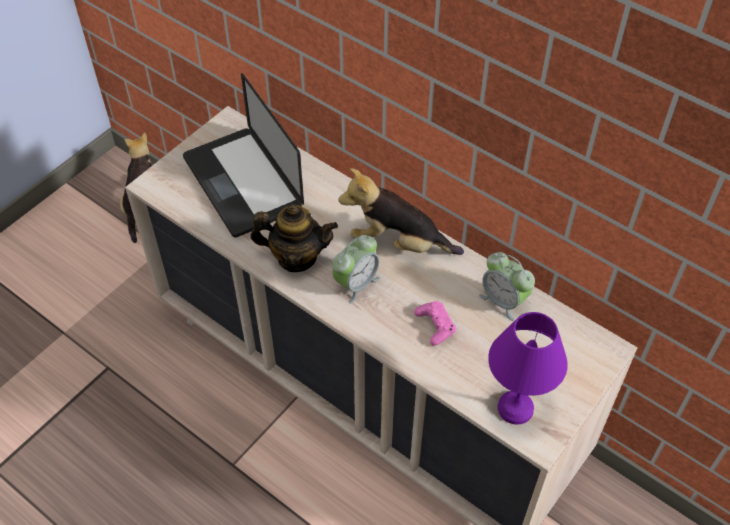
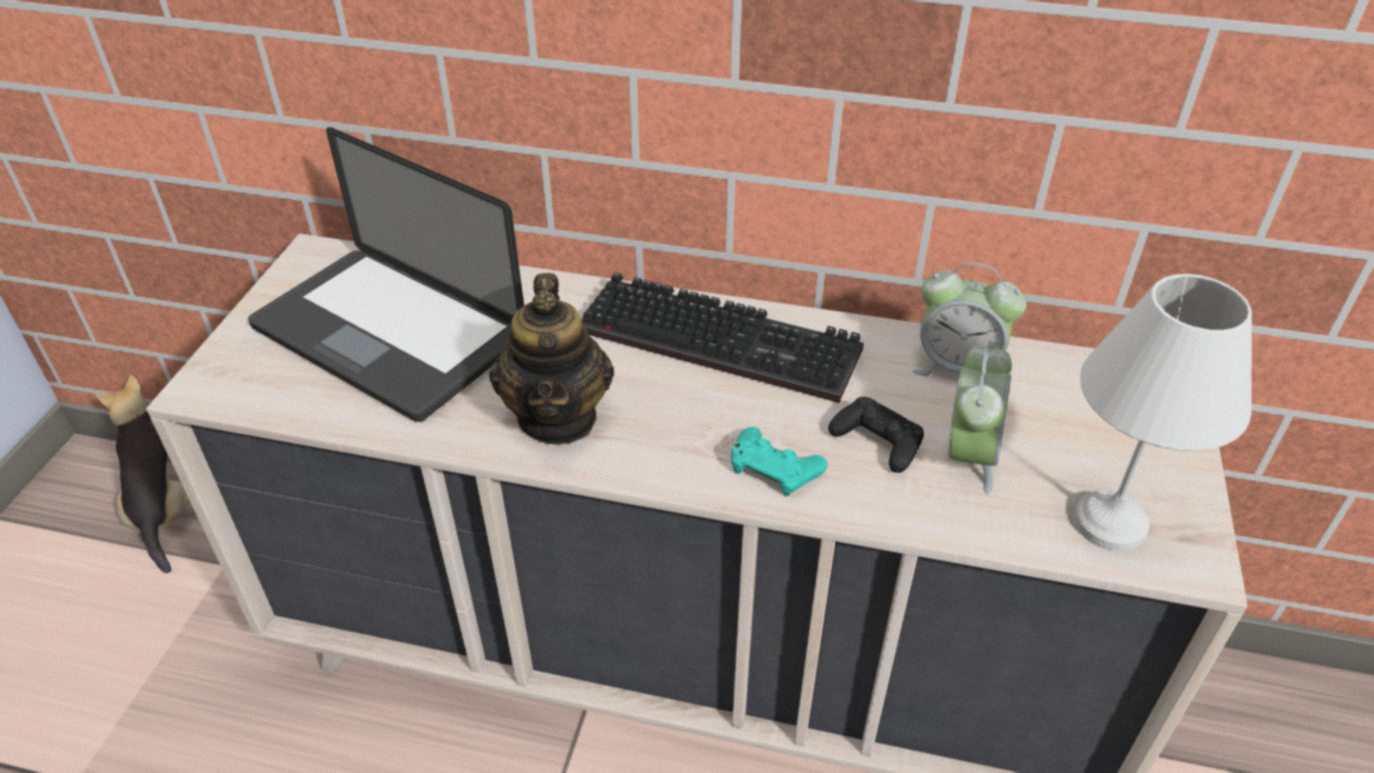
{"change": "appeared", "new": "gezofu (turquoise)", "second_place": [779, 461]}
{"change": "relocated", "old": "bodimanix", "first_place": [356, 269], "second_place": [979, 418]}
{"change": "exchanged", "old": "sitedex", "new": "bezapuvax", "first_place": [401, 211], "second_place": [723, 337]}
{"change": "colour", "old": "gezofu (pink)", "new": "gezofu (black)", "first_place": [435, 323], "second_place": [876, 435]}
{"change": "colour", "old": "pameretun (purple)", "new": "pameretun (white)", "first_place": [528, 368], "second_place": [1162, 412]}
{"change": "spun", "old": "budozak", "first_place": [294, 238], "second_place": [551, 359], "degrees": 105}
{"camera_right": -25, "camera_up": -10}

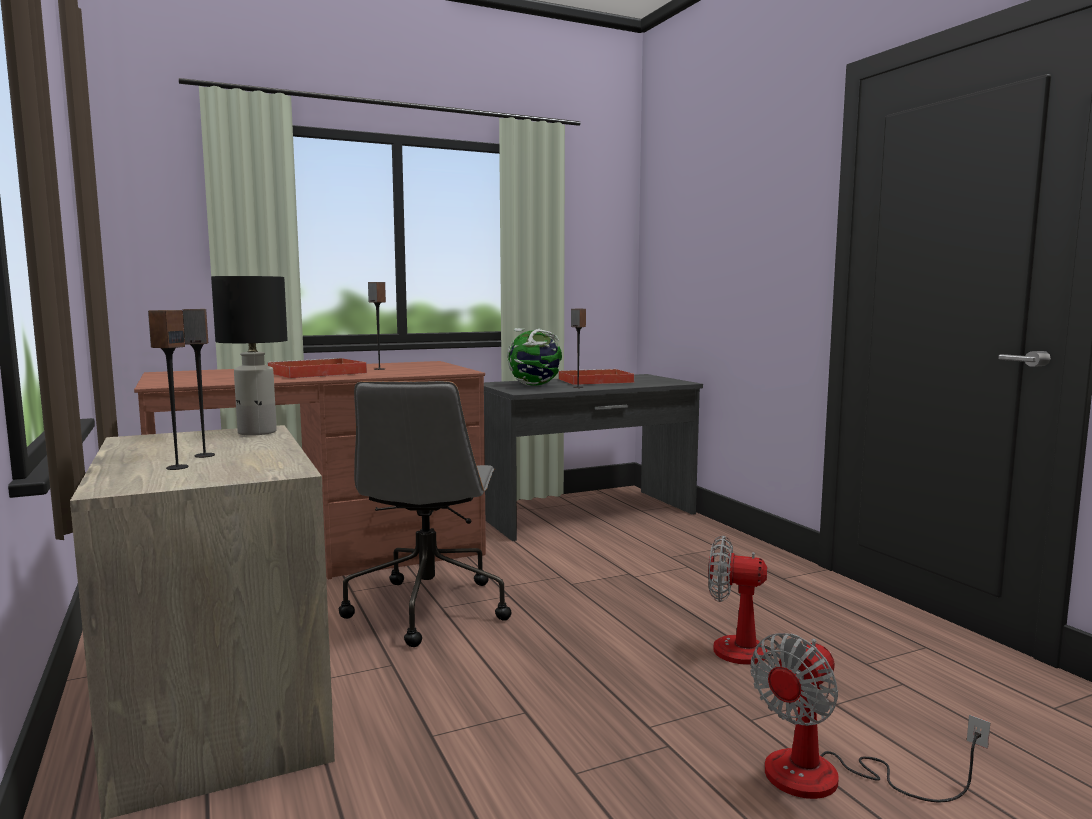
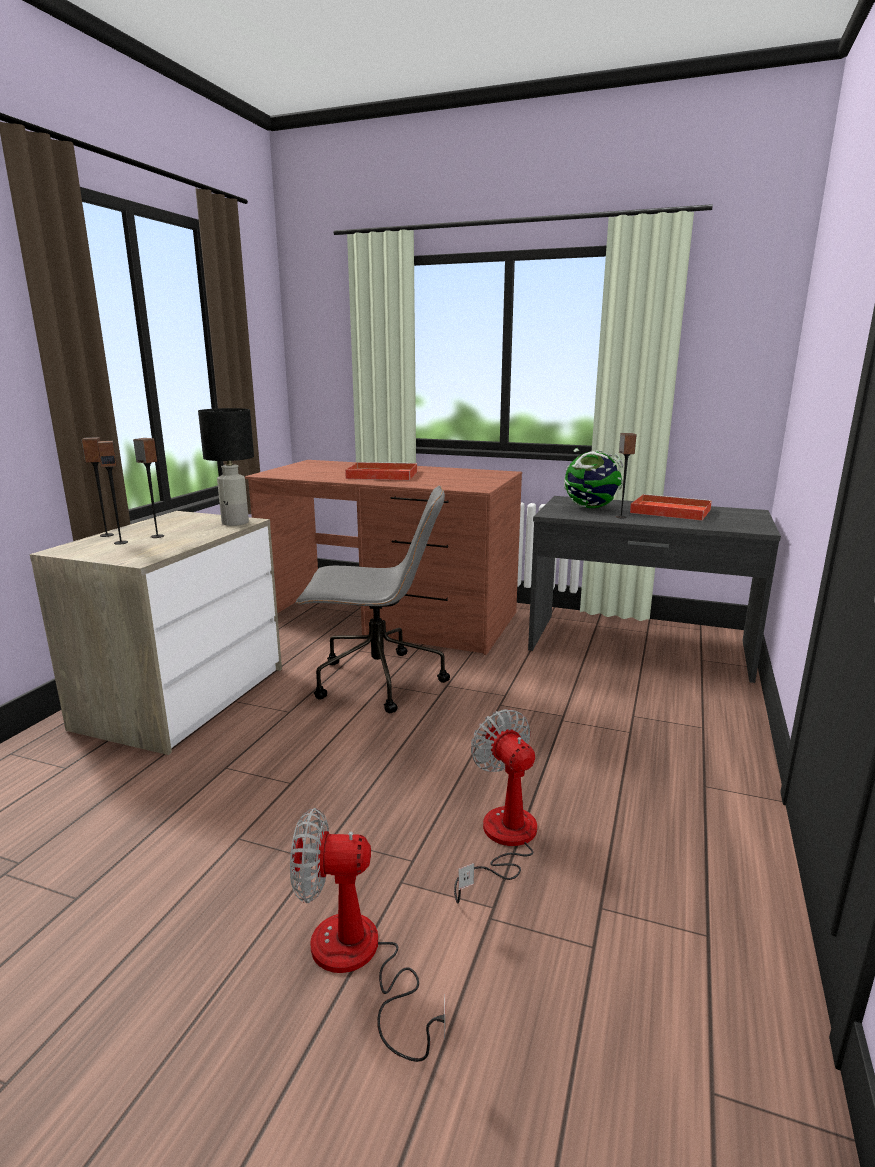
{"change": "relocated", "old": "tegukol", "first_place": [377, 326], "second_place": [97, 487]}
{"change": "spun", "old": "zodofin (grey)", "first_place": [425, 514], "second_place": [372, 599], "degrees": -135}
{"camera_right": 45, "camera_up": 10}

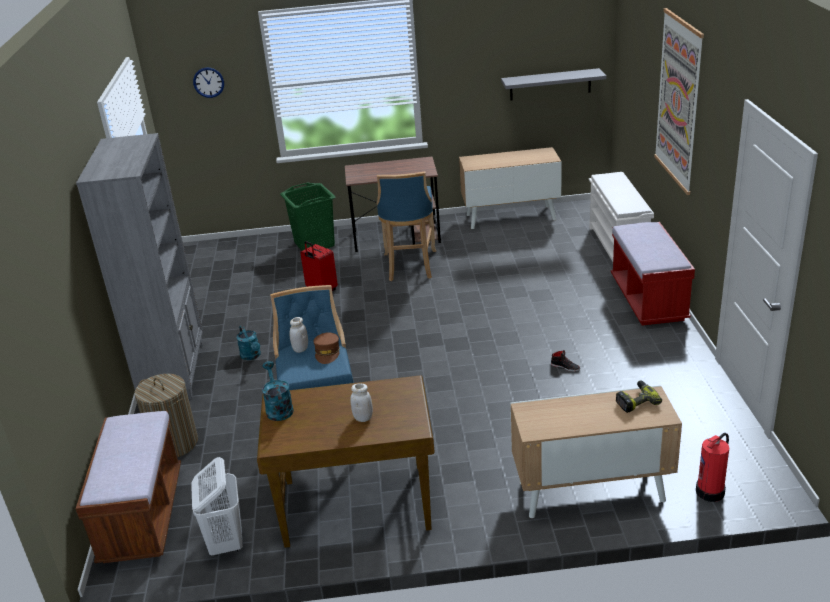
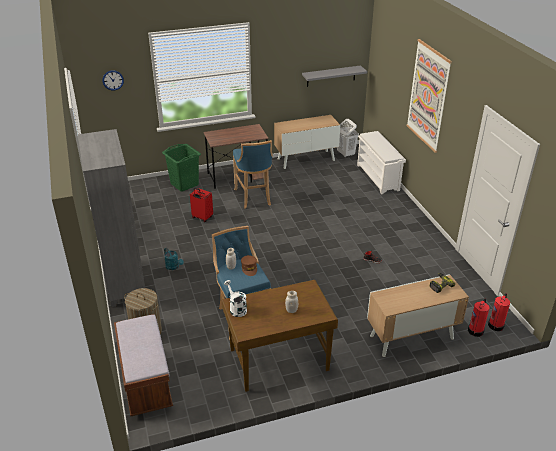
{"change": "missing", "old": "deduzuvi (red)", "first_place": [653, 274]}
{"change": "appeared", "new": "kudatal", "second_place": [499, 312]}
{"change": "relocated", "old": "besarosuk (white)", "first_place": [217, 506], "second_place": [348, 138]}
{"change": "colour", "old": "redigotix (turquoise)", "new": "redigotix (white)", "first_place": [278, 391], "second_place": [235, 298]}
{"camera_right": -15, "camera_up": 5}

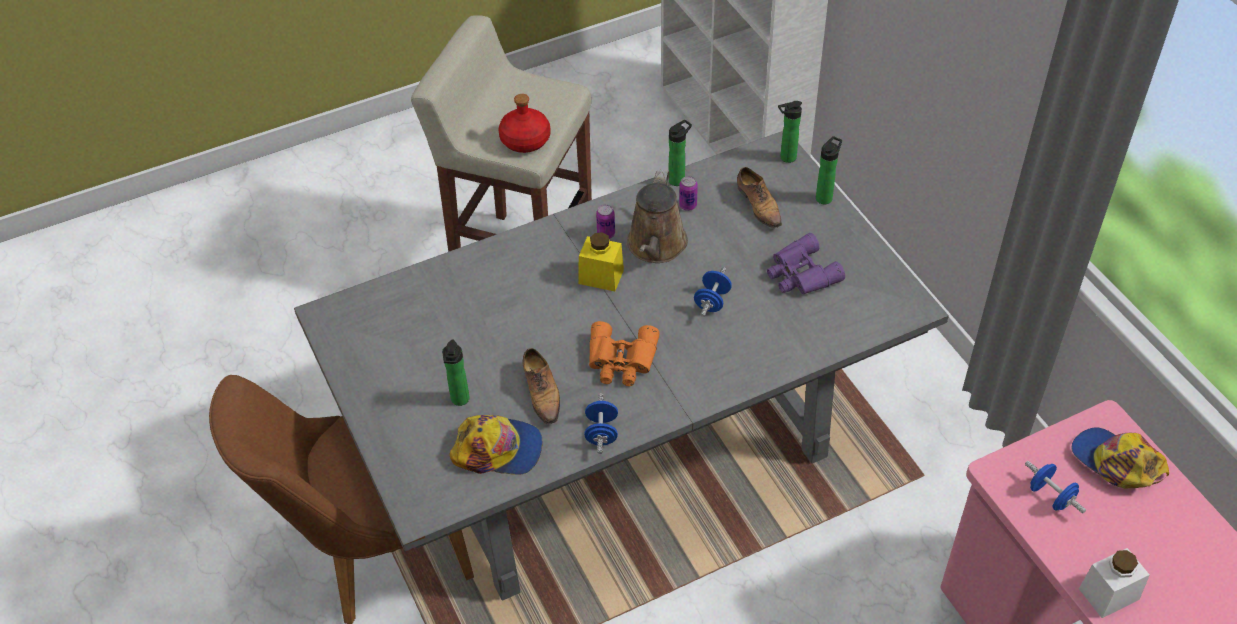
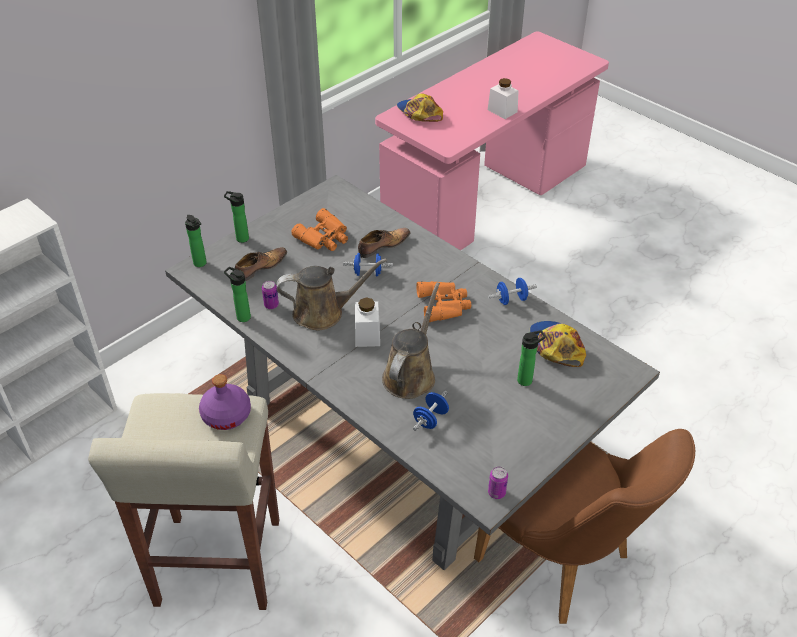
{"change": "appeared", "new": "redigotix (brown)", "second_place": [411, 340]}
{"change": "relocated", "old": "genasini", "first_place": [541, 386], "second_place": [384, 243]}
{"change": "relocated", "old": "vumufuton", "first_place": [605, 222], "second_place": [498, 483]}
{"change": "relocated", "old": "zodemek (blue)", "first_place": [1055, 487], "second_place": [431, 411]}
{"change": "colour", "old": "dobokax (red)", "new": "dobokax (purple)", "first_place": [524, 123], "second_place": [225, 402]}
{"change": "colour", "old": "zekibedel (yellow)", "new": "zekibedel (white)", "first_place": [601, 261], "second_place": [367, 322]}
{"change": "colour", "old": "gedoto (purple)", "new": "gedoto (orange)", "first_place": [806, 263], "second_place": [319, 229]}
{"change": "spun", "old": "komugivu", "first_place": [1120, 457], "second_place": [420, 107], "degrees": 120}
{"camera_right": -110, "camera_up": -5}

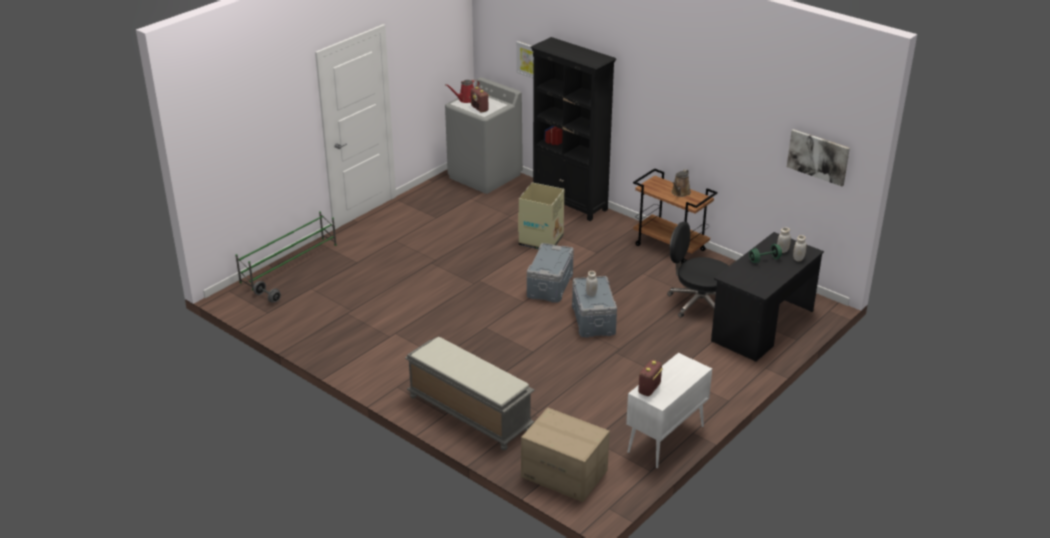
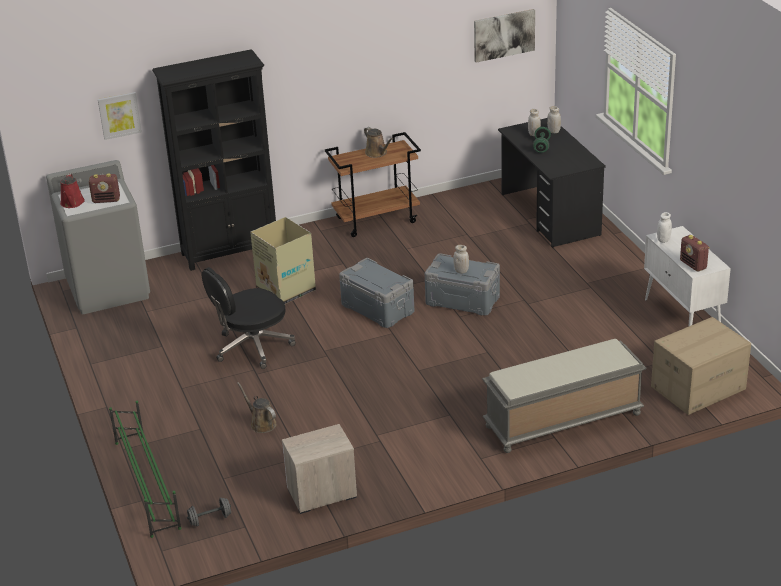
{"change": "appeared", "new": "redigotix (brown)", "second_place": [256, 407]}
{"change": "appeared", "new": "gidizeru", "second_place": [319, 469]}
{"change": "appeared", "new": "zekibedel (white)", "second_place": [664, 227]}
{"change": "relocated", "old": "zodofin (black)", "first_place": [698, 270], "second_place": [249, 318]}
{"camera_right": -60, "camera_up": 0}

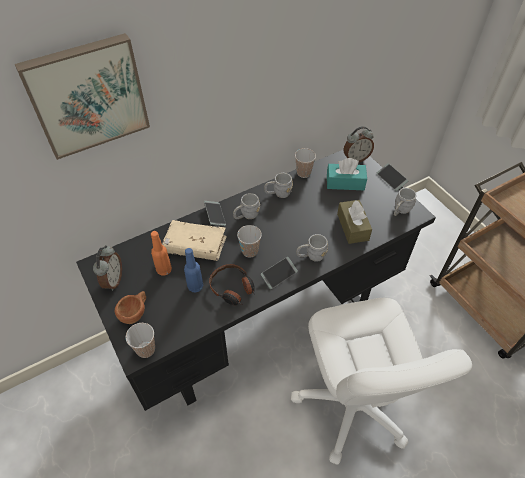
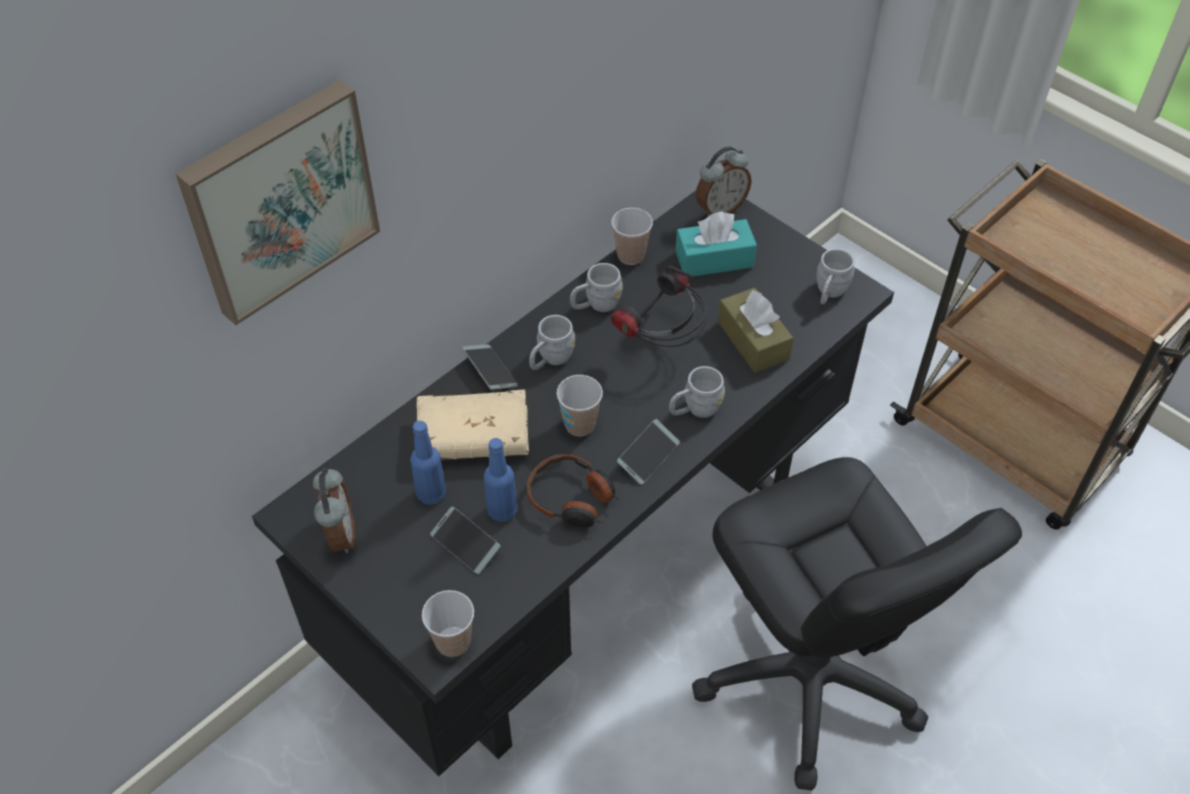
{"change": "missing", "old": "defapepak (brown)", "first_place": [130, 307]}
{"change": "appeared", "new": "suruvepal", "second_place": [659, 306]}
{"change": "relocated", "old": "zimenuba", "first_place": [392, 177], "second_place": [465, 540]}
{"change": "colour", "old": "dobokax (orange)", "new": "dobokax (blue)", "first_place": [161, 253], "second_place": [428, 463]}
{"change": "colour", "old": "zodofin (white)", "new": "zodofin (black)", "first_place": [381, 381], "second_place": [857, 623]}
{"camera_right": -15, "camera_up": 0}

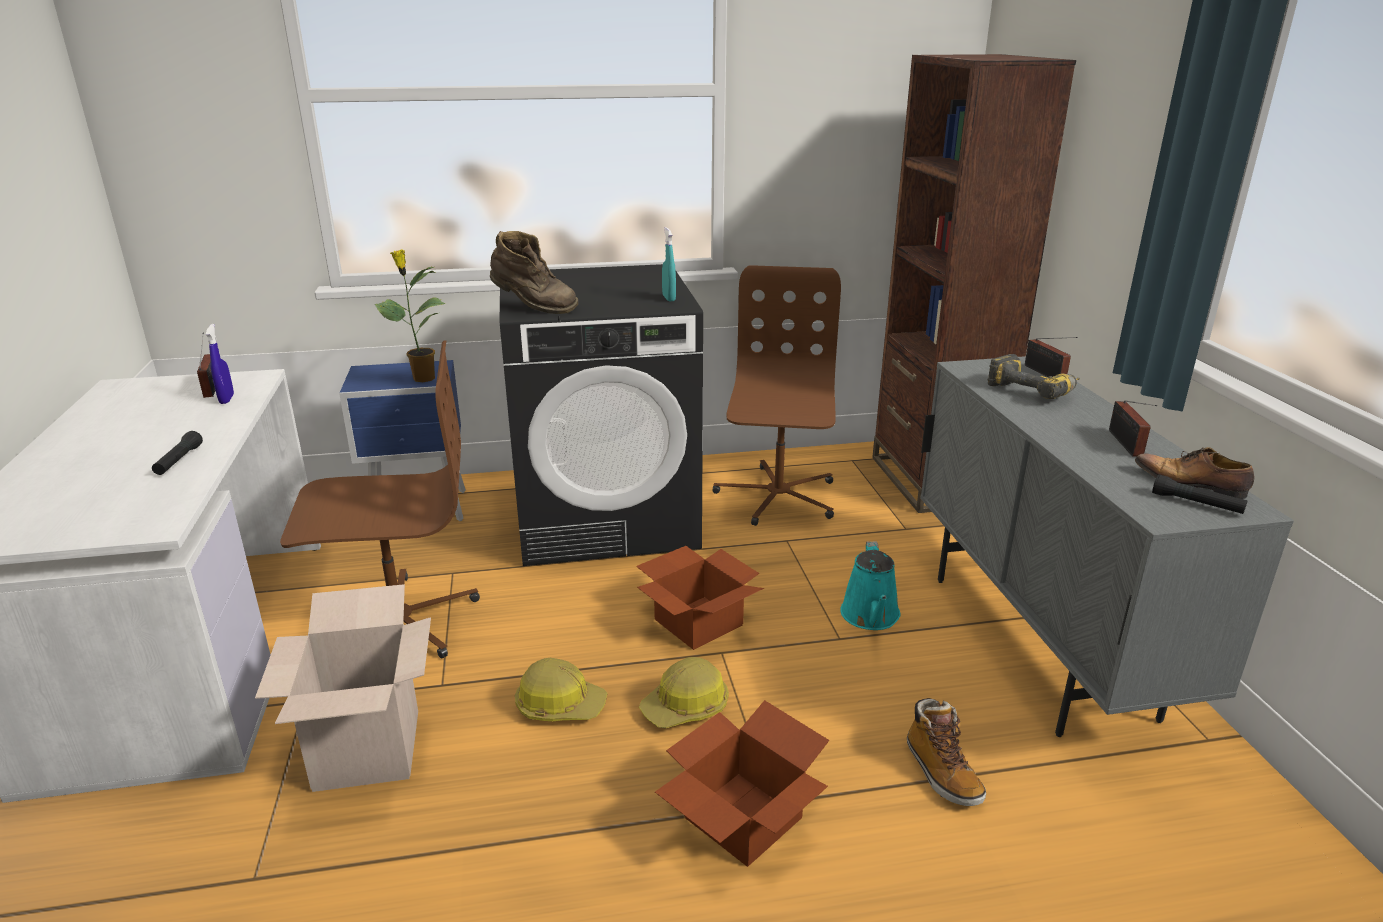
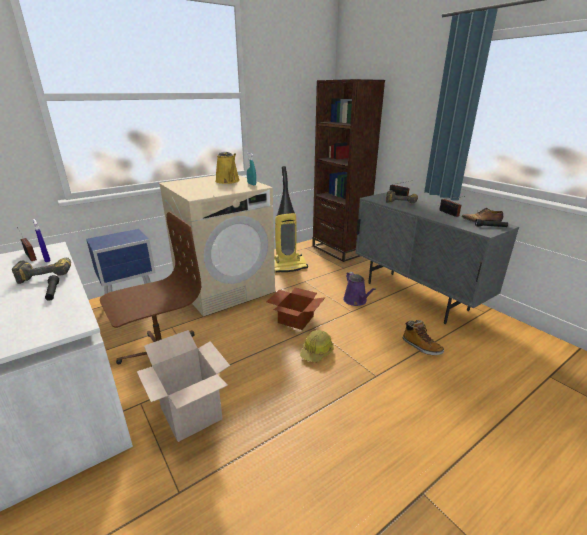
{"change": "missing", "old": "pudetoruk", "first_place": [410, 315]}
{"change": "missing", "old": "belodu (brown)", "first_place": [534, 272]}
{"change": "missing", "old": "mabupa", "first_place": [561, 689]}
{"change": "missing", "old": "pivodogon", "first_place": [742, 783]}
{"change": "appeared", "new": "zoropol", "second_place": [41, 271]}
{"change": "appeared", "new": "redigotix (yellow)", "second_place": [227, 168]}
{"change": "exchanged", "old": "zodofin (brown)", "new": "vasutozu", "first_place": [776, 395], "second_place": [291, 219]}
{"change": "colour", "old": "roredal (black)", "new": "roredal (beige)", "first_place": [601, 415], "second_place": [217, 245]}
{"change": "colour", "old": "redigotix (turquoise)", "new": "redigotix (purple)", "first_place": [870, 585], "second_place": [359, 289]}
{"camera_right": -25, "camera_up": 0}

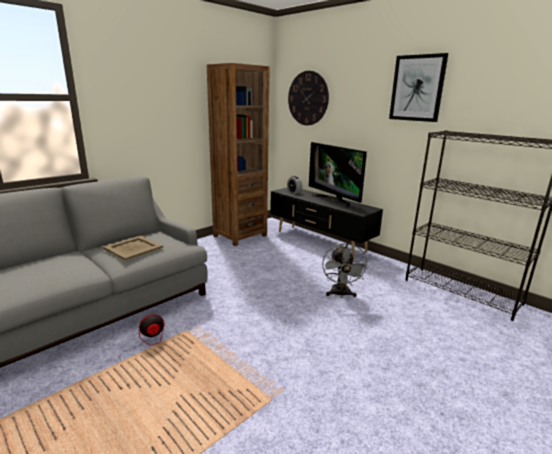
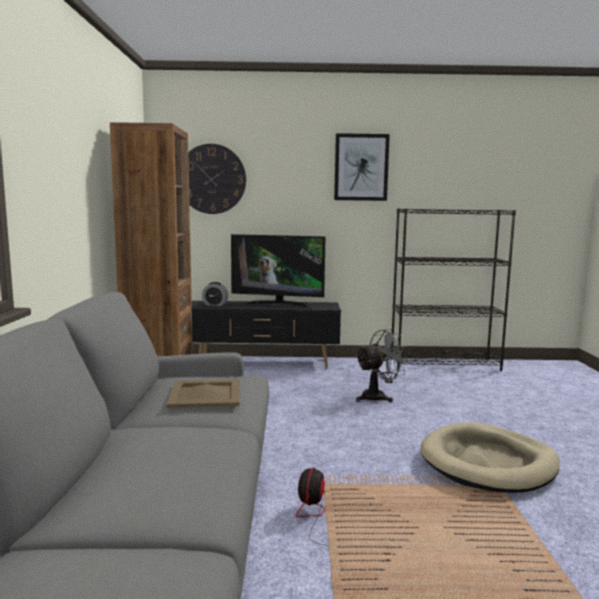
{"change": "appeared", "new": "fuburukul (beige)", "second_place": [490, 457]}
{"change": "spun", "old": "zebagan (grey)", "first_place": [345, 270], "second_place": [382, 366], "degrees": -75}
{"camera_right": -45, "camera_up": -10}

